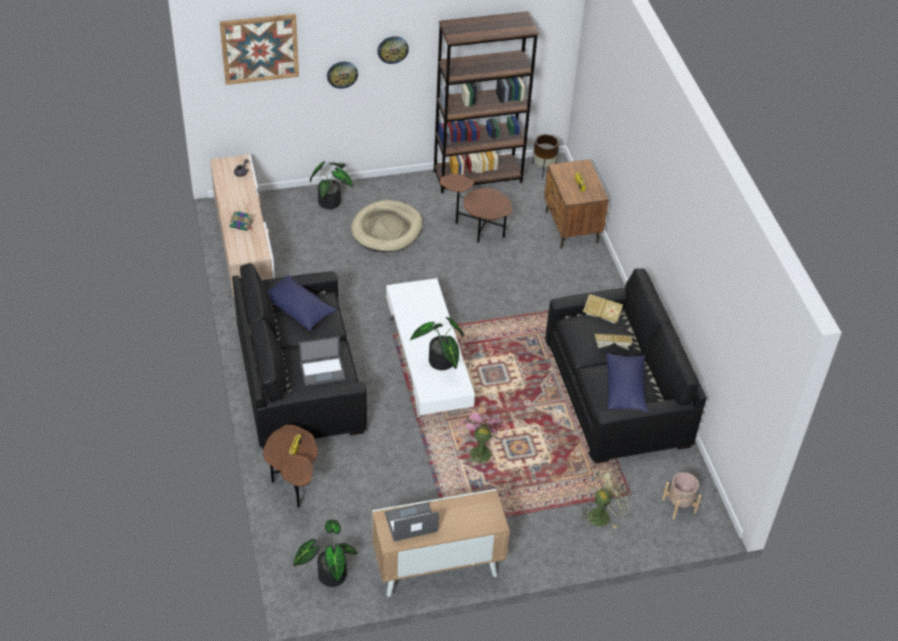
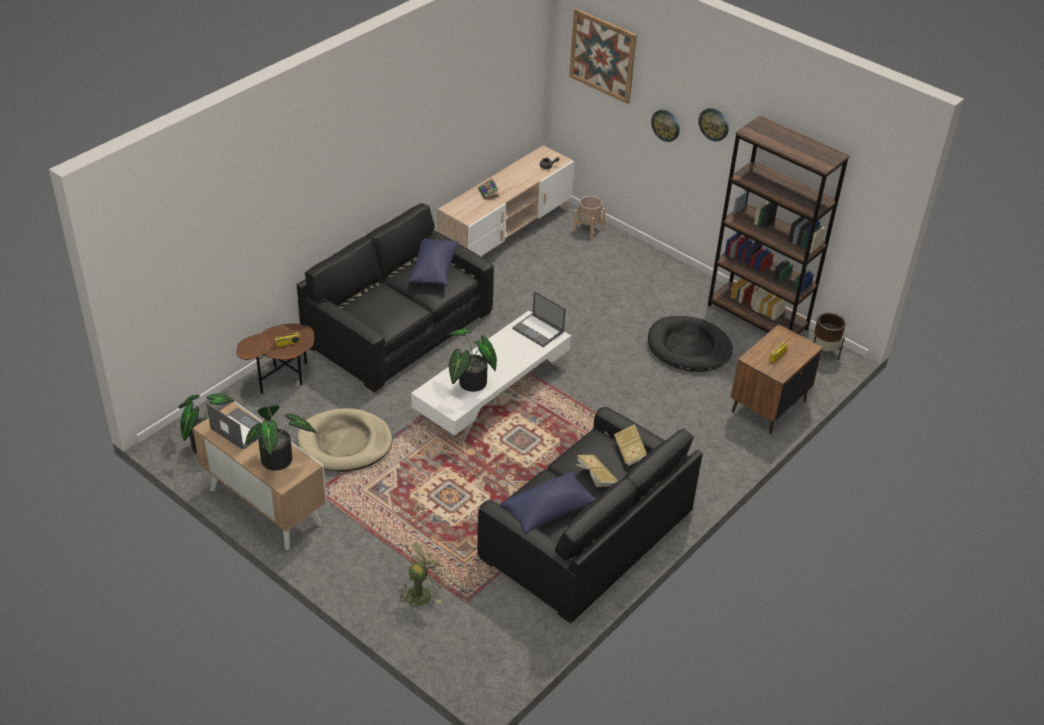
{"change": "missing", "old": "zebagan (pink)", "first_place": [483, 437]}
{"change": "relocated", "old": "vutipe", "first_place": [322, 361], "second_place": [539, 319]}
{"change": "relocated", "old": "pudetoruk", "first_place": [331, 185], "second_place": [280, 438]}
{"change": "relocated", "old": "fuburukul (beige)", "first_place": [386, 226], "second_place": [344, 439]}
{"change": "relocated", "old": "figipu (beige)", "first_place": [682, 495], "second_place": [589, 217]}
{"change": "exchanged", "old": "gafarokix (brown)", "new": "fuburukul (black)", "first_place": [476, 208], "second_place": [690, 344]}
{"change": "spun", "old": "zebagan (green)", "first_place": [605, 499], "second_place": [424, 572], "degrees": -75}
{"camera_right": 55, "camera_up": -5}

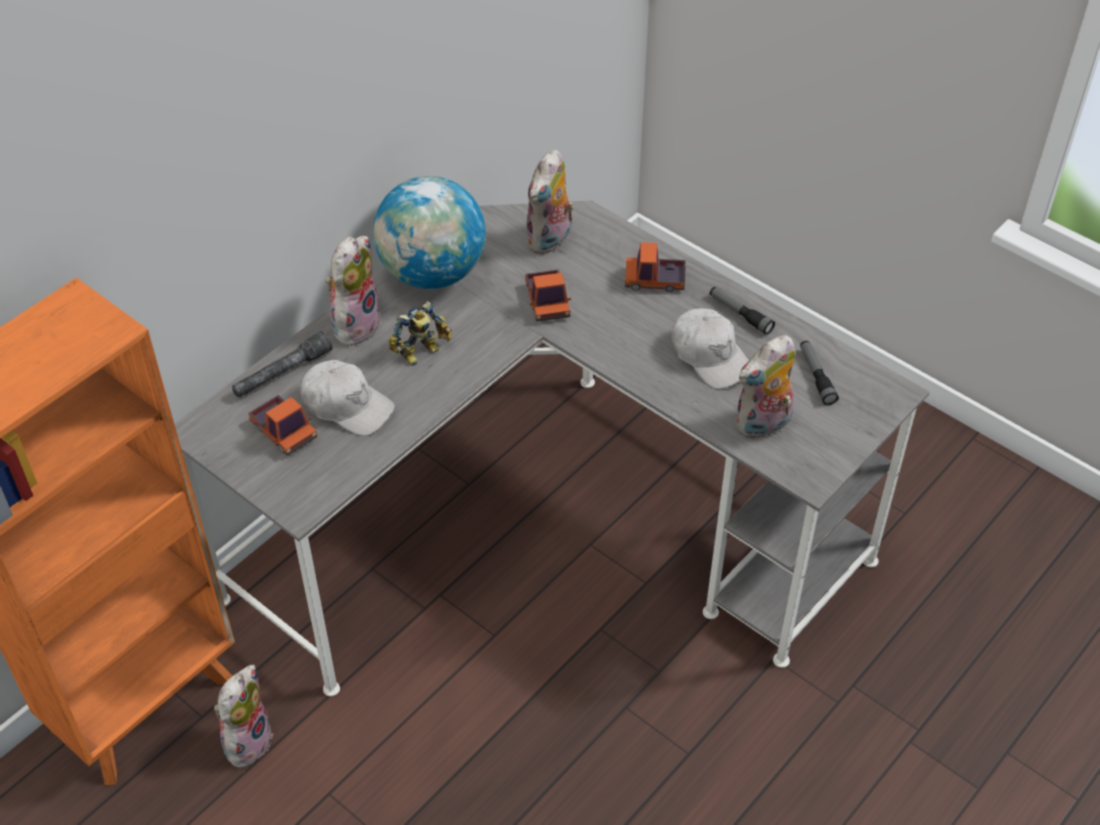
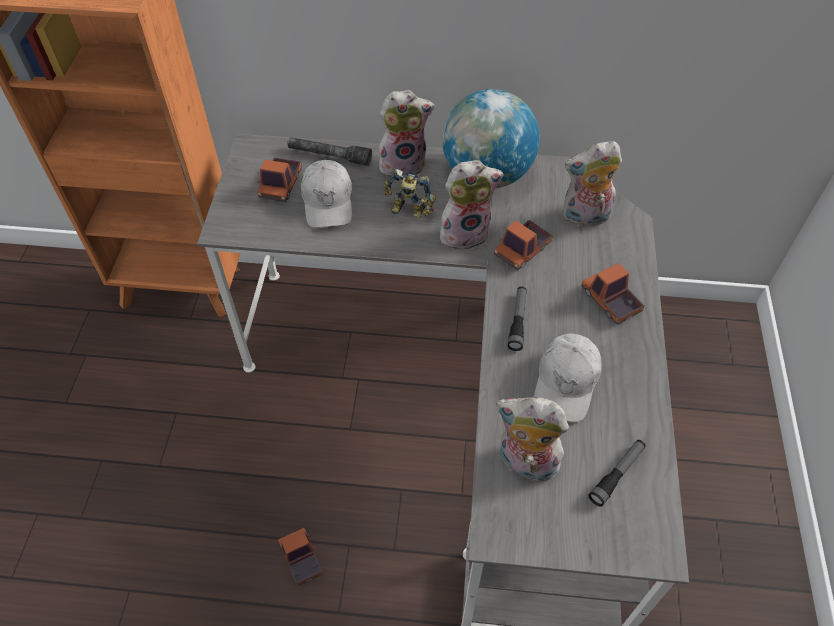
{"change": "appeared", "new": "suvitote", "second_place": [300, 557]}
{"change": "relocated", "old": "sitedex", "first_place": [243, 716], "second_place": [472, 205]}
{"change": "relocated", "old": "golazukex", "first_place": [742, 311], "second_place": [517, 319]}
{"camera_right": 55, "camera_up": 5}

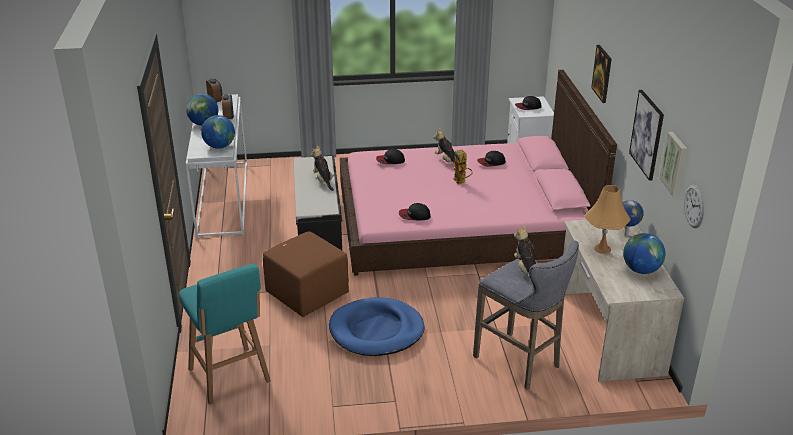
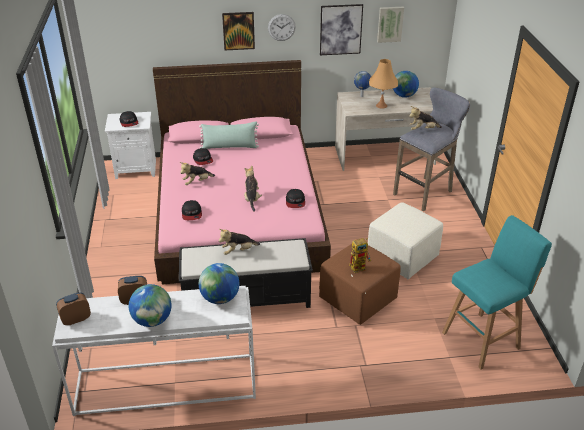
{"change": "appeared", "new": "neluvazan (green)", "second_place": [229, 135]}
{"change": "appeared", "new": "sitedex", "second_place": [253, 188]}
{"change": "relocated", "old": "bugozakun", "first_place": [463, 167], "second_place": [360, 255]}
{"change": "relocated", "old": "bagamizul", "first_place": [694, 206], "second_place": [282, 27]}
{"change": "exchanged", "old": "fuburukul (blue)", "new": "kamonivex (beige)", "first_place": [377, 326], "second_place": [405, 240]}
{"camera_right": -90, "camera_up": 5}

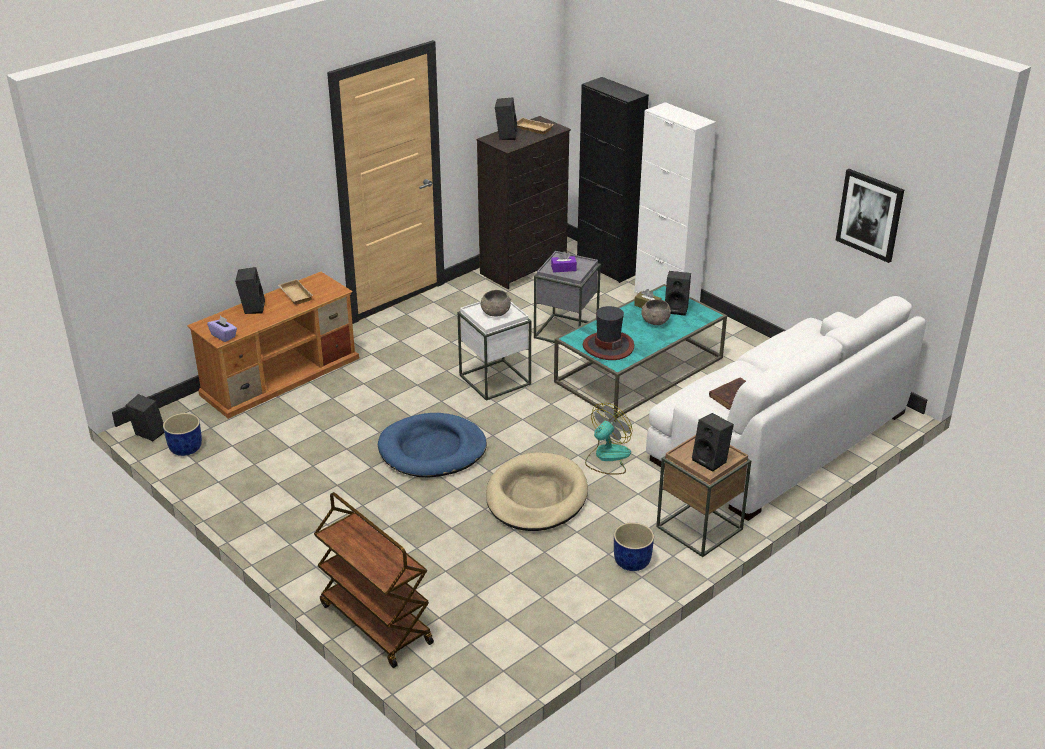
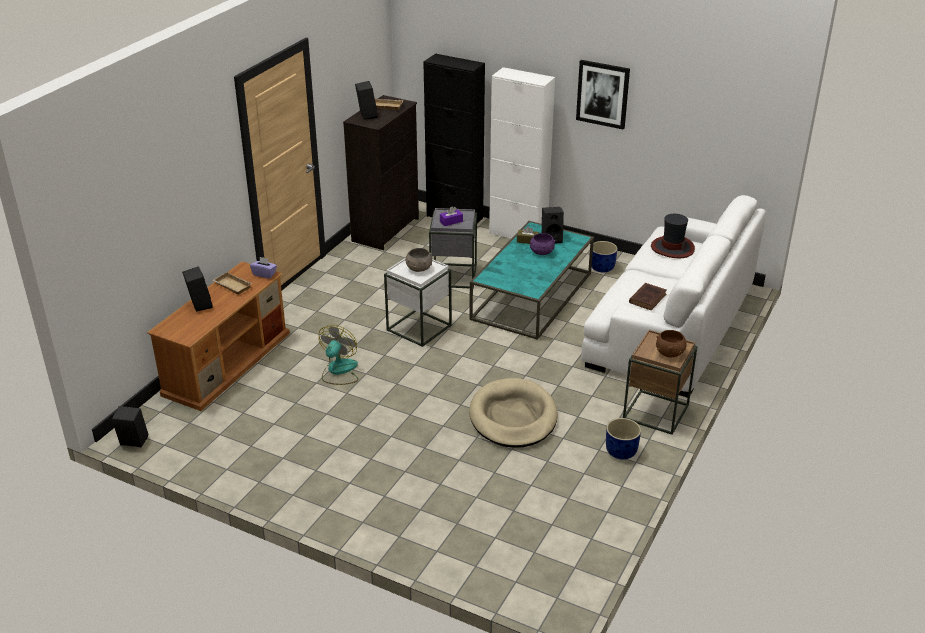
{"change": "missing", "old": "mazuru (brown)", "first_place": [374, 580]}
{"change": "missing", "old": "fuburukul (blue)", "first_place": [432, 445]}
{"change": "relocated", "old": "figipu (blue)", "first_place": [182, 434], "second_place": [605, 257]}
{"change": "relocated", "old": "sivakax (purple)", "first_place": [222, 328], "second_place": [263, 268]}
{"change": "relocated", "old": "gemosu", "first_place": [608, 333], "second_place": [673, 236]}
{"change": "relocated", "old": "zebagan", "first_place": [608, 439], "second_place": [338, 355]}
{"change": "relocated", "old": "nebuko", "first_place": [870, 216], "second_place": [603, 95]}
{"change": "exchanged", "old": "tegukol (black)", "new": "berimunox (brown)", "first_place": [713, 442], "second_place": [671, 343]}
{"change": "colour", "old": "berimunox (grey)", "new": "berimunox (purple)", "first_place": [656, 312], "second_place": [542, 244]}
{"camera_right": -20, "camera_up": 0}

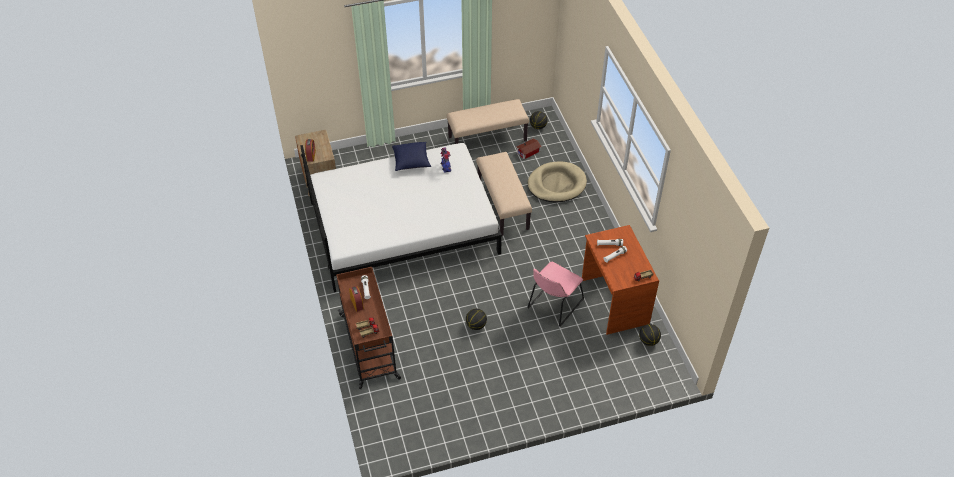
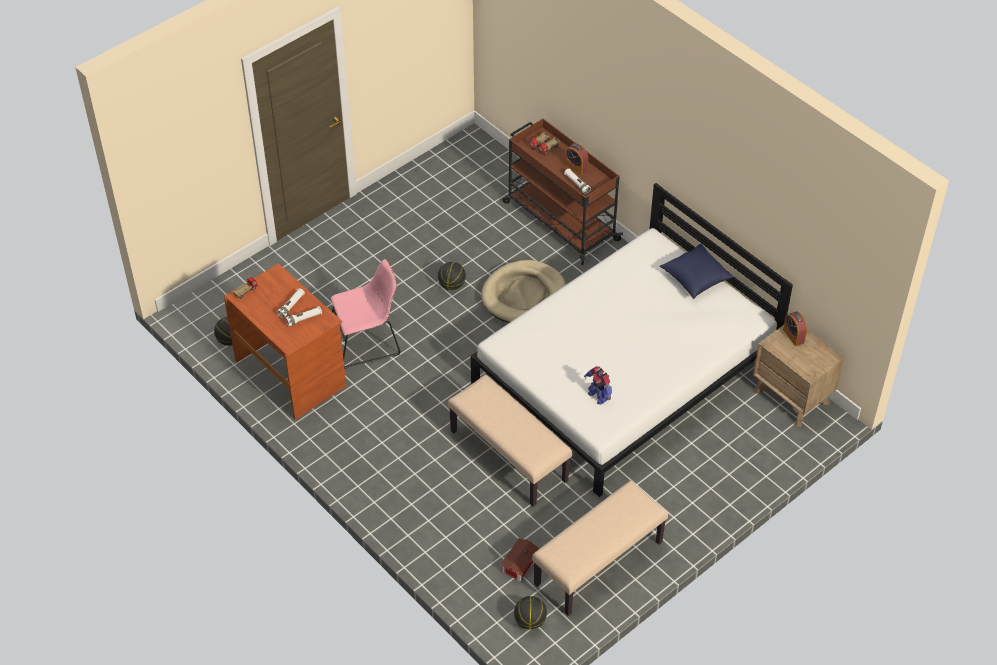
{"change": "relocated", "old": "neluvazan (blue)", "first_place": [411, 156], "second_place": [697, 271]}
{"change": "relocated", "old": "fuburukul (beige)", "first_place": [557, 182], "second_place": [523, 291]}
{"change": "spun", "old": "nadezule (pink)", "first_place": [556, 294], "second_place": [366, 314], "degrees": 60}
{"camera_right": 155, "camera_up": 0}

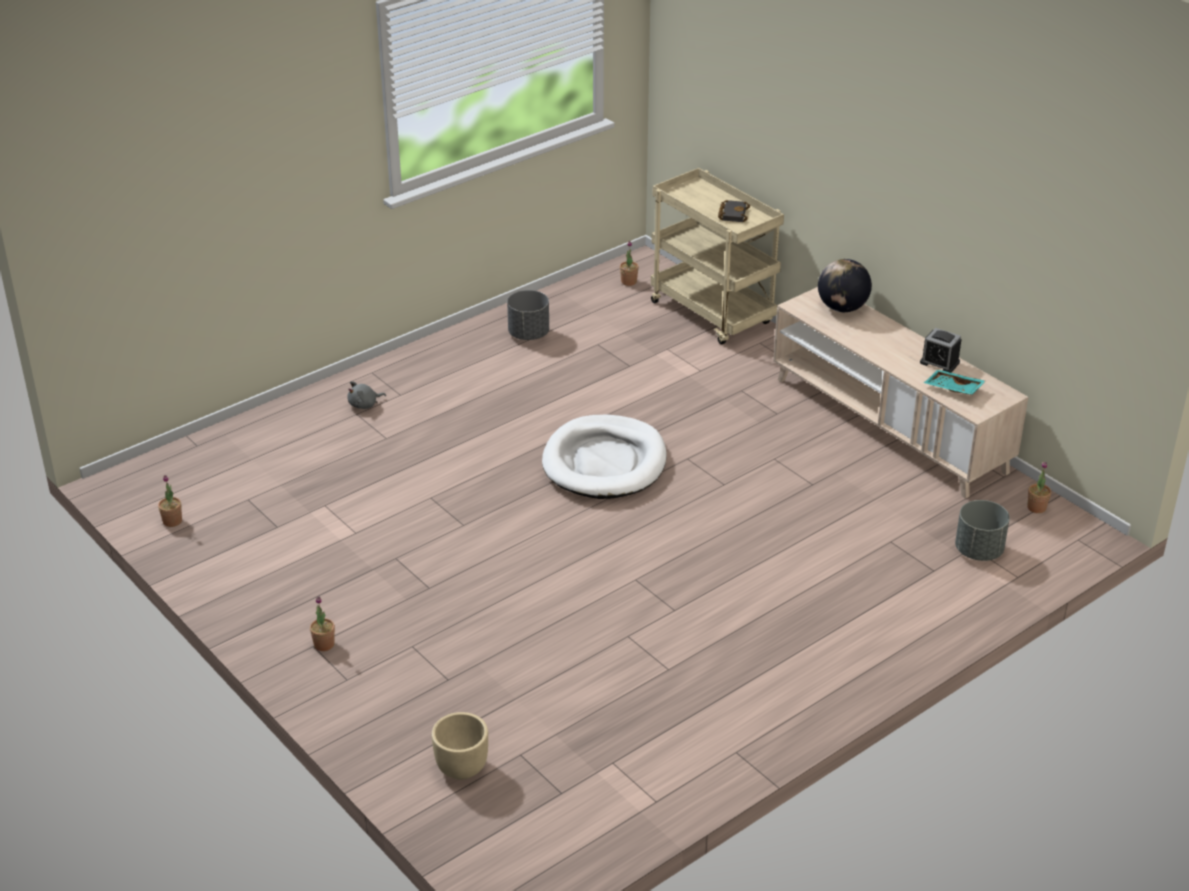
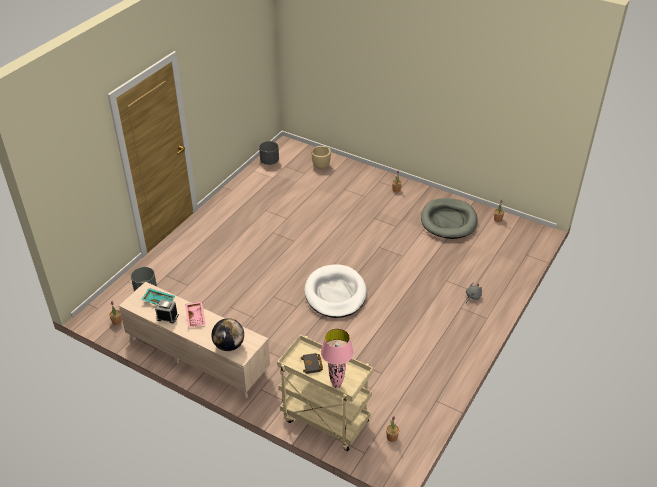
{"change": "appeared", "new": "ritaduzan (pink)", "second_place": [195, 314]}
{"change": "appeared", "new": "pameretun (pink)", "second_place": [337, 358]}
{"change": "appeared", "new": "fuburukul (grey)", "second_place": [449, 218]}
{"change": "relocated", "old": "figipu (grey)", "first_place": [528, 315], "second_place": [269, 153]}
{"camera_right": 160, "camera_up": 5}

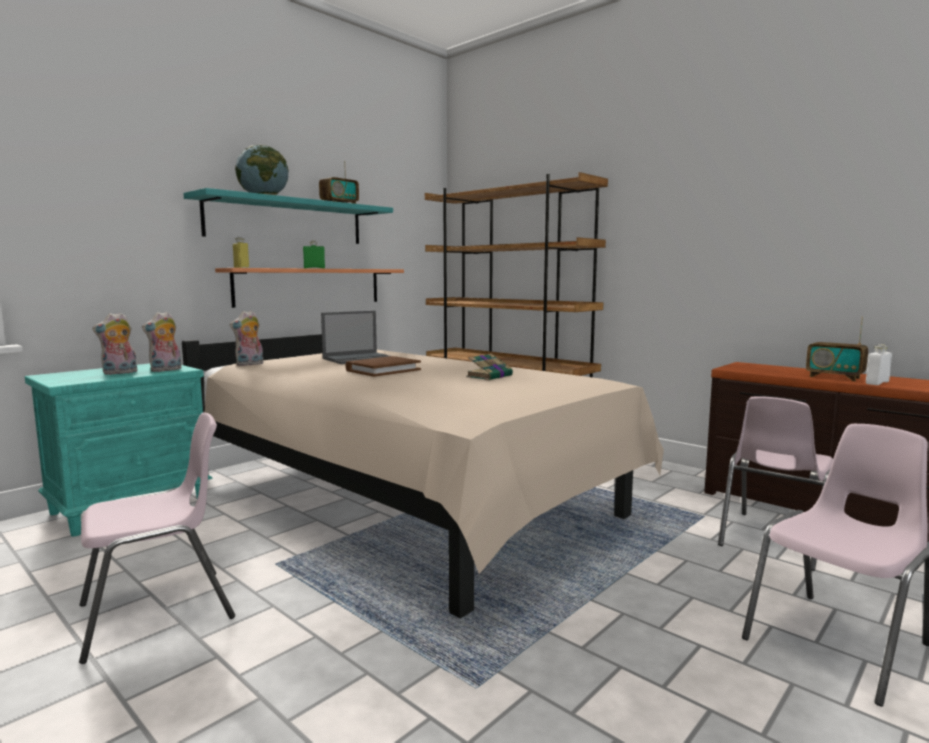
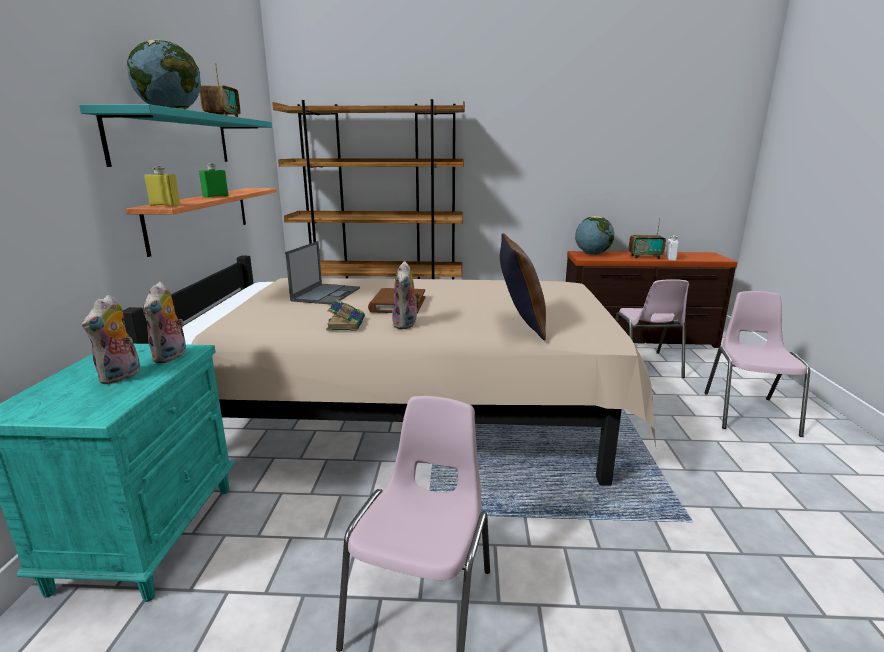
{"change": "appeared", "new": "neluvazan (brown)", "second_place": [523, 286]}
{"change": "appeared", "new": "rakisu", "second_place": [595, 235]}
{"change": "relocated", "old": "sitedex", "first_place": [246, 338], "second_place": [406, 295]}
{"change": "relocated", "old": "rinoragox", "first_place": [489, 366], "second_place": [345, 315]}
{"camera_right": -40, "camera_up": 10}

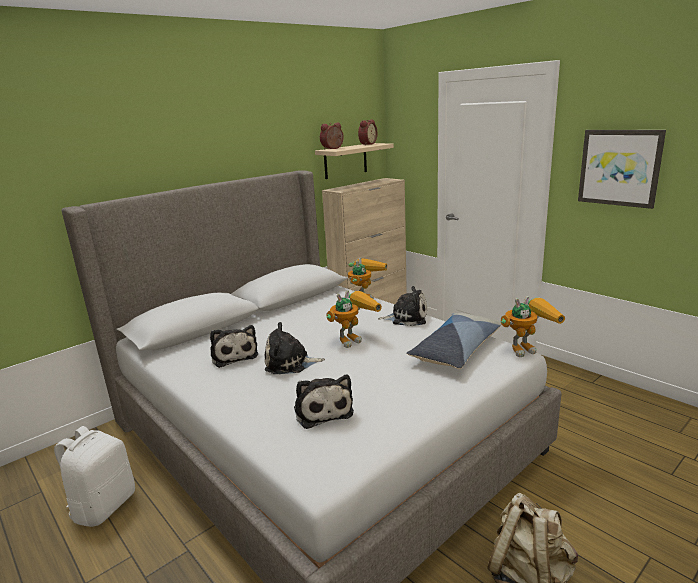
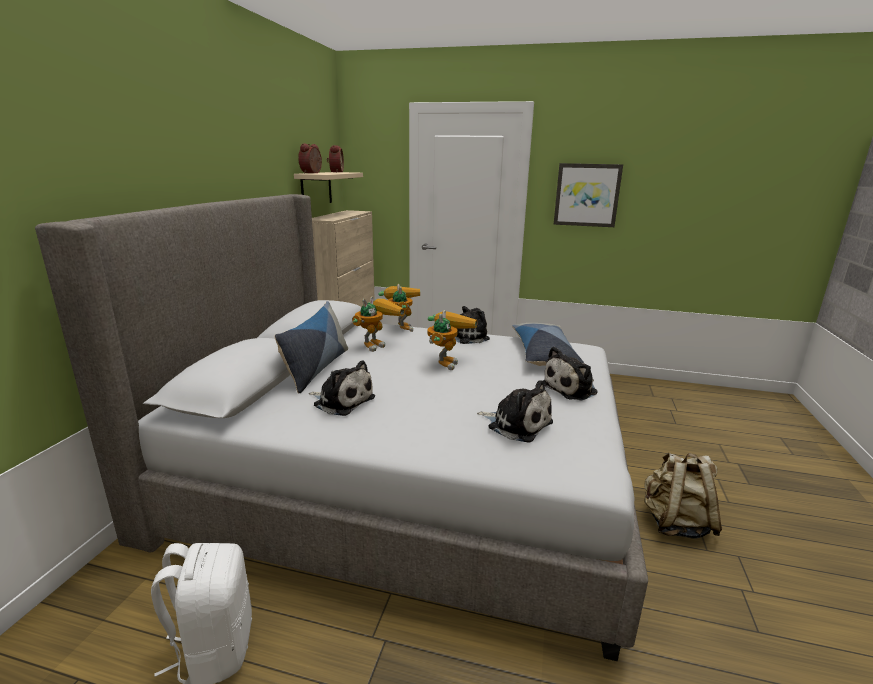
{"change": "appeared", "new": "neluvazan", "second_place": [311, 347]}
{"change": "relocated", "old": "sitedex", "first_place": [295, 348], "second_place": [570, 373]}
{"change": "relocated", "old": "bugozakun", "first_place": [533, 326], "second_place": [378, 324]}
{"camera_right": -35, "camera_up": 0}

